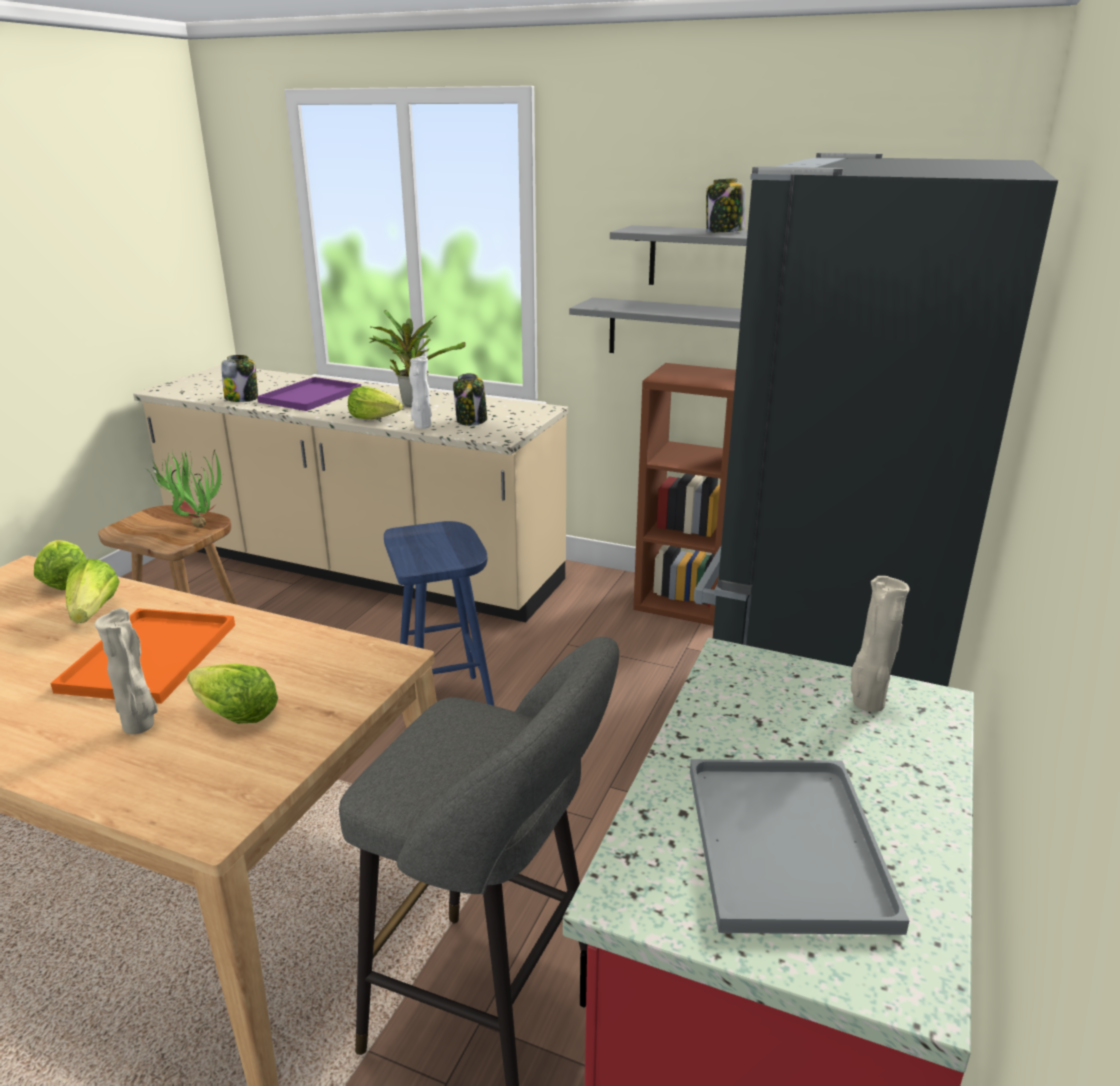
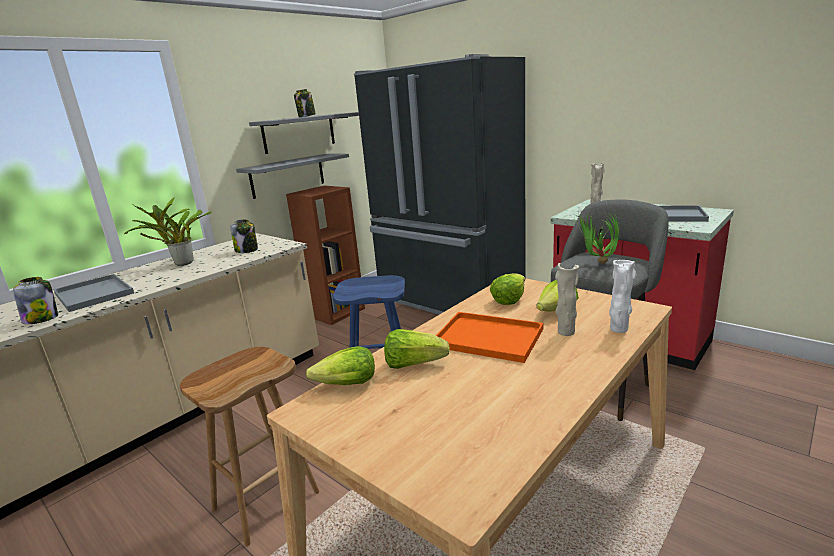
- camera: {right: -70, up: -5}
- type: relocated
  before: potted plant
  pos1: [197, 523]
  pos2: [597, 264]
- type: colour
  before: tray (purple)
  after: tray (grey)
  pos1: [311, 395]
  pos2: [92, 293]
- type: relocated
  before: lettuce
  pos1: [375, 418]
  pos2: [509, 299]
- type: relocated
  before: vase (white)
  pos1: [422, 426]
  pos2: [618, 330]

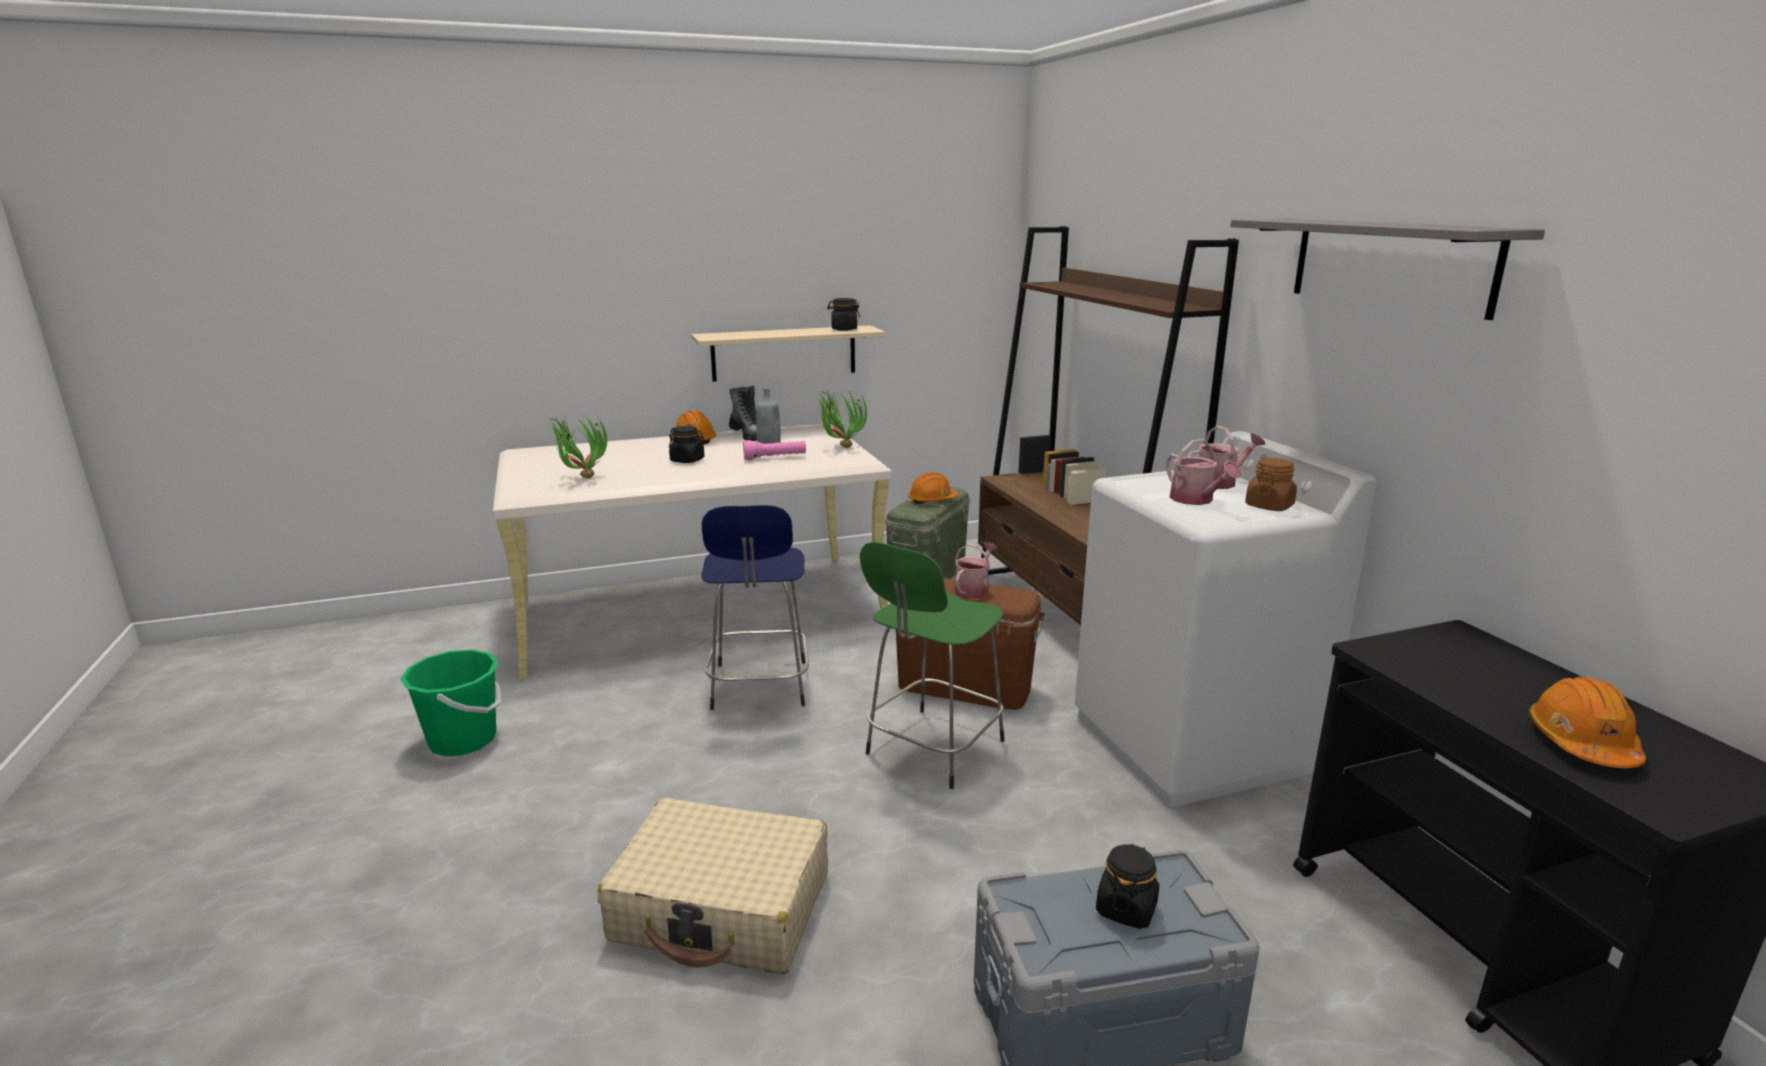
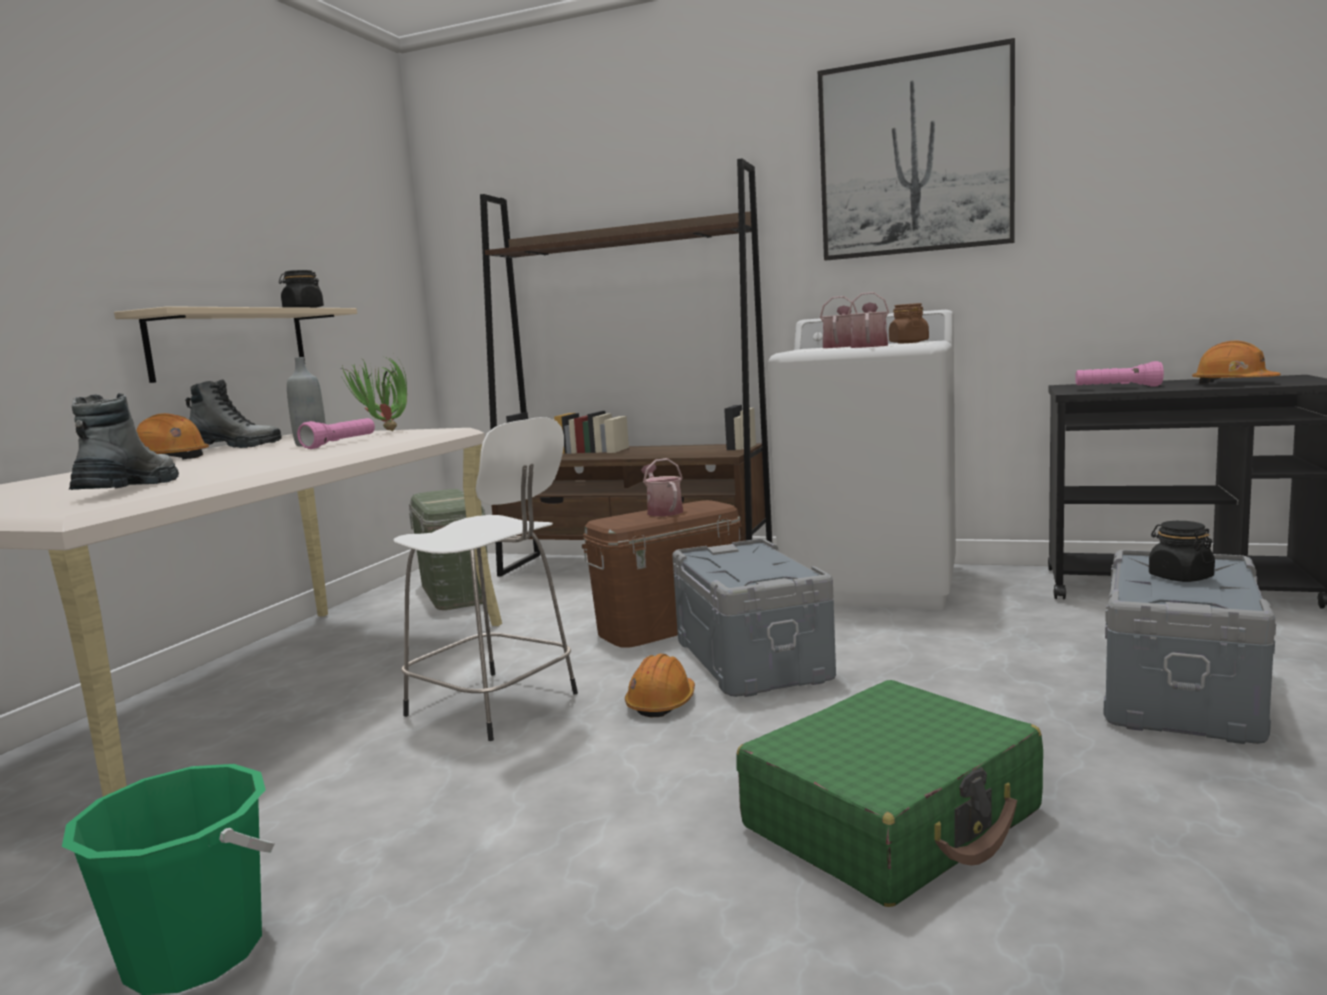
- camera: {right: -50, up: -10}
- type: exchanged
  before: potted plant
  after: boot
  pos1: [580, 479]
  pos2: [128, 489]
- type: colour
  before: suitcase (beige)
  after: suitcase (green)
  pos1: [722, 908]
  pos2: [893, 819]
- type: missing
  before: jar (black)
  pos1: [687, 460]
- type: colour
  before: stool (blue)
  after: stool (white)
  pos1: [759, 687]
  pos2: [496, 706]
- type: exchanged
  before: stool (green)
  after: storage box (grey)
  pos1: [932, 749]
  pos2: [749, 660]
- type: relocated
  before: hard hat (orange)
  pos1: [932, 500]
  pos2: [661, 703]
- type: spun
  before: watering can
  pos1: [1196, 500]
  pos2: [869, 346]
  turn: -90
- type: exchanged
  before: shelf (grey)
  after: picture
  pos1: [1390, 264]
  pos2: [915, 156]
- type: appeared
  after: flashlight (pink)
  pos2: [1117, 388]

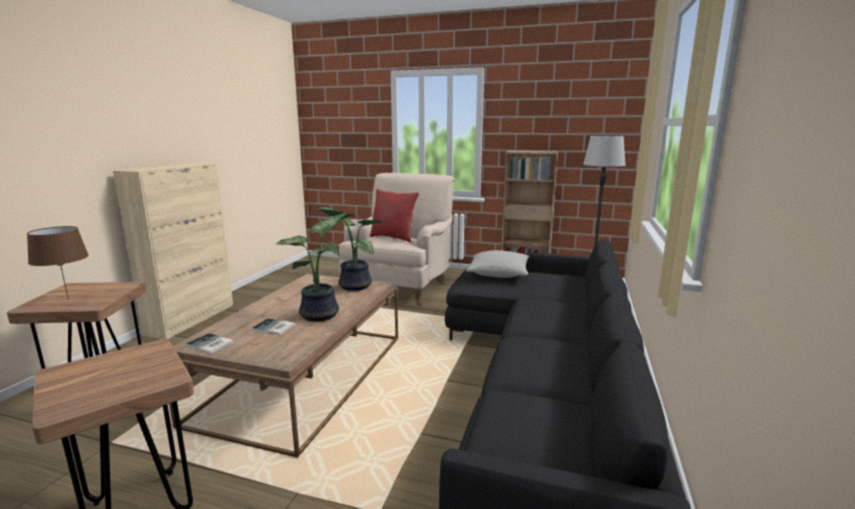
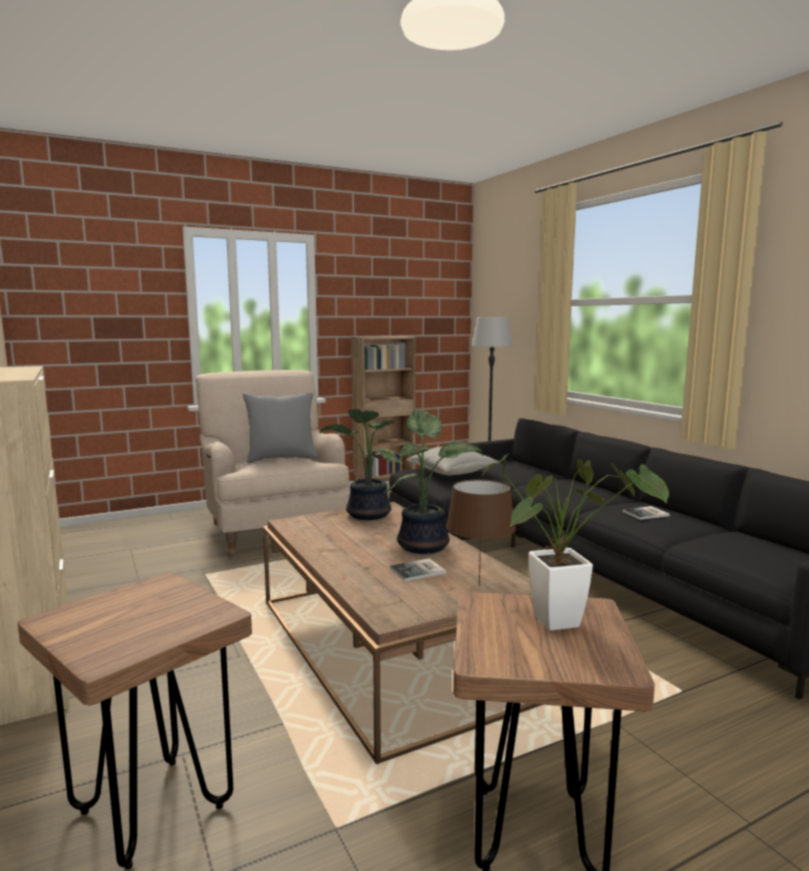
- camera: {right: -45, up: -5}
- type: relocated
  before: table lamp (brown)
  pos1: [67, 300]
  pos2: [480, 586]
- type: relocated
  before: book
  pos1: [209, 344]
  pos2: [647, 514]
- type: colour
  before: pillow (red)
  after: pillow (grey)
  pos1: [393, 238]
  pos2: [282, 459]
- type: appeared
  after: potted plant
  pos2: [567, 621]

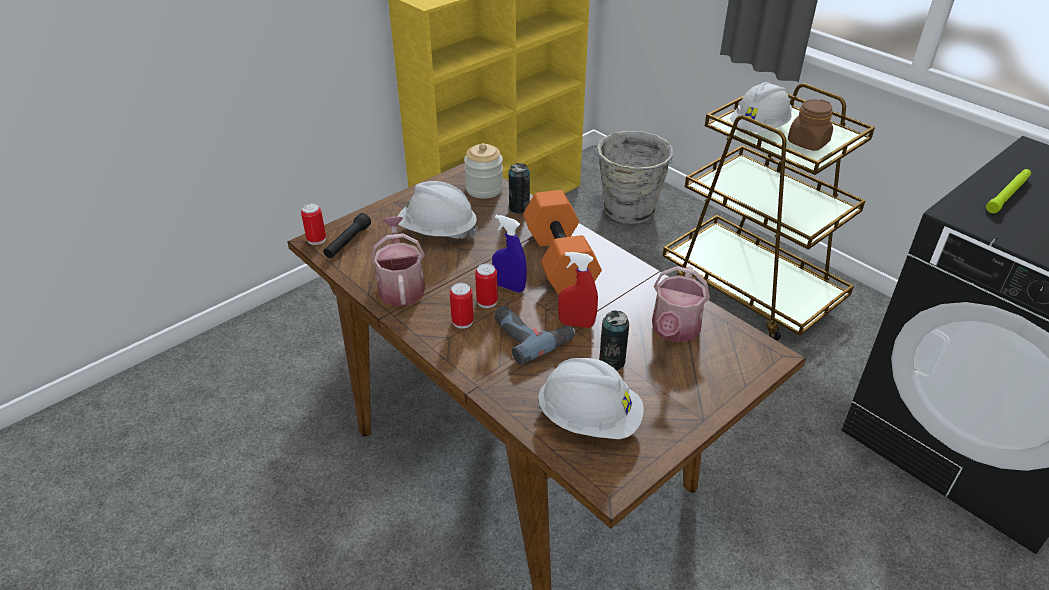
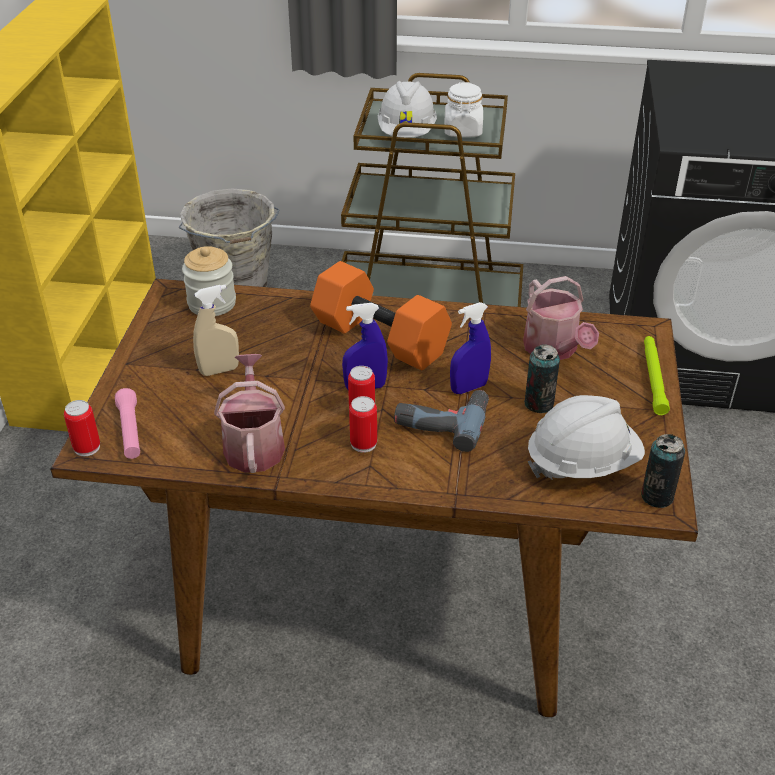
- camera: {right: -40, up: 0}
- type: colour
  before: flashlight (black)
  after: flashlight (pink)
  pos1: [348, 242]
  pos2: [130, 431]
- type: spun
  before: watering can
  pos1: [401, 286]
  pos2: [254, 444]
  turn: 45
- type: exchanged
  before: hard hat (white)
  after: spray bottle (beige)
  pos1: [437, 231]
  pos2: [219, 370]
- type: relocated
  before: can
  pos1: [519, 208]
  pos2: [657, 496]
- type: colour
  before: spray bottle (red)
  after: spray bottle (blue)
  pos1: [576, 324]
  pos2: [468, 388]
- type: colour
  before: jar (brown)
  after: jar (white)
  pos1: [808, 142]
  pos2: [463, 131]
- type: relocated
  before: flashlight (green)
  pos1: [1008, 194]
  pos2: [653, 377]

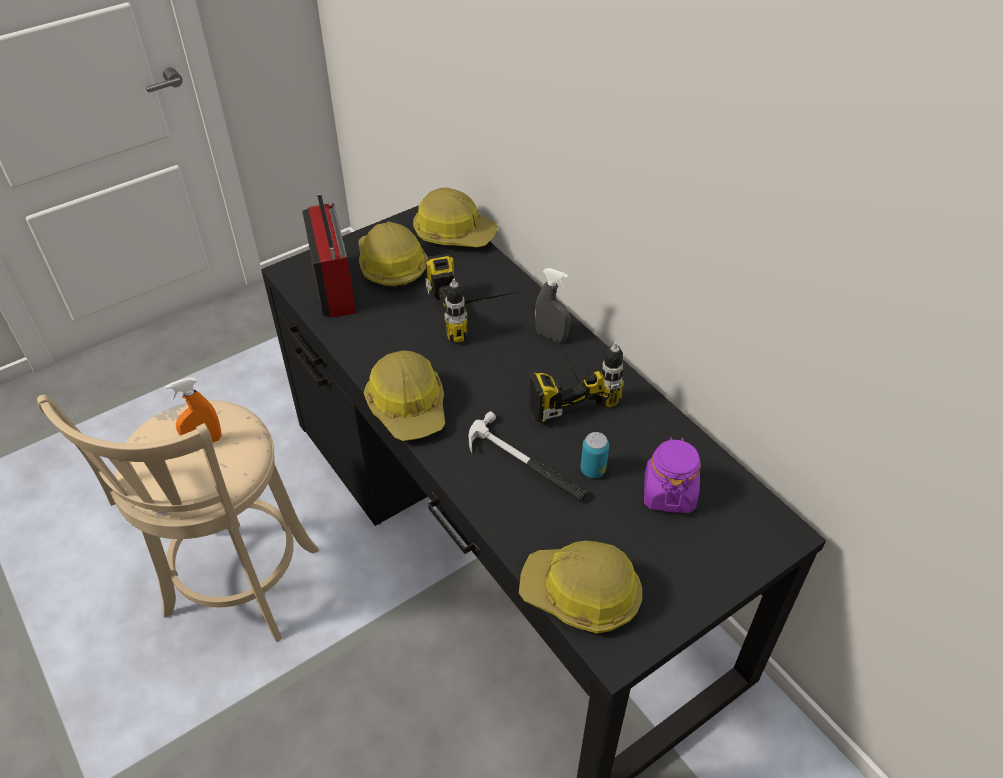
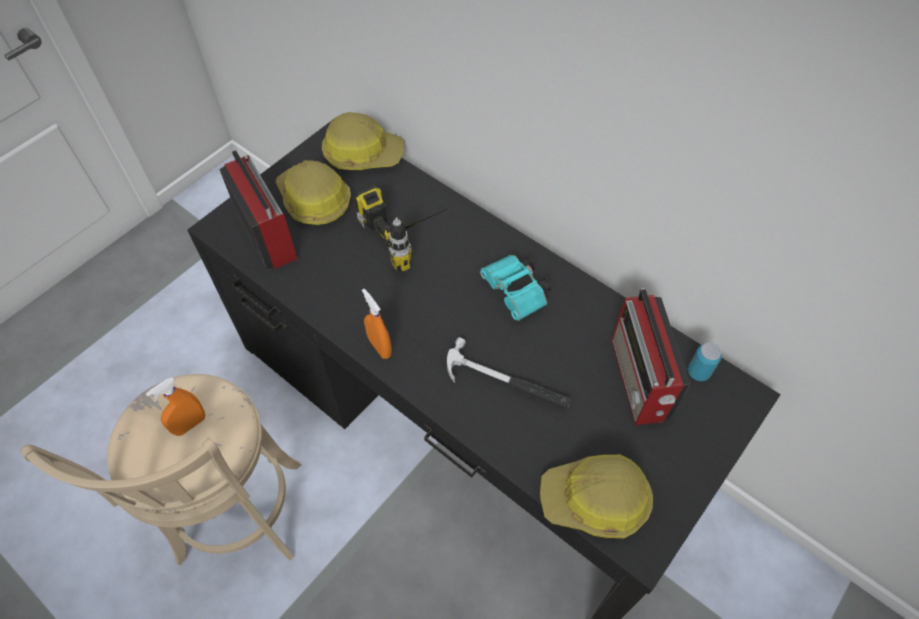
- camera: {right: -15, up: 10}
- type: exchanged
  before: hard hat
  after: spray bottle (orange)
  pos1: [408, 406]
  pos2: [380, 347]
- type: exchanged
  before: power drill
  after: binoculars (turquoise)
  pos1: [566, 386]
  pos2: [517, 294]
- type: missing
  before: spray bottle (grey)
  pos1: [551, 336]
- type: relocated
  before: can
  pos1: [593, 470]
  pos2: [698, 372]
- type: exchanged
  before: jar (purple)
  after: radio
  pos1: [669, 493]
  pos2: [639, 381]

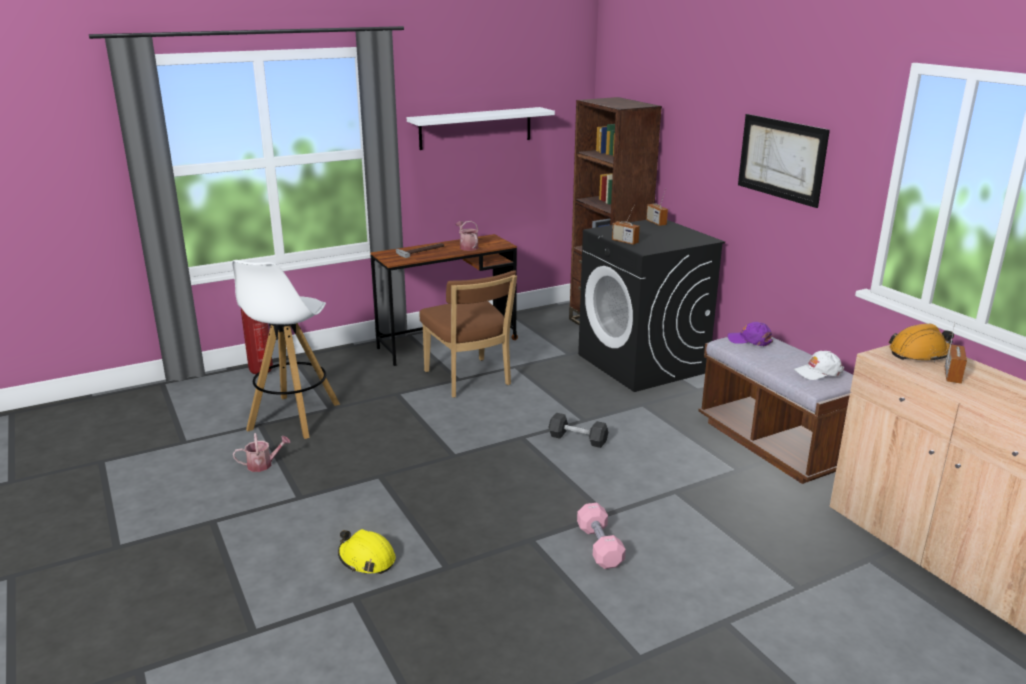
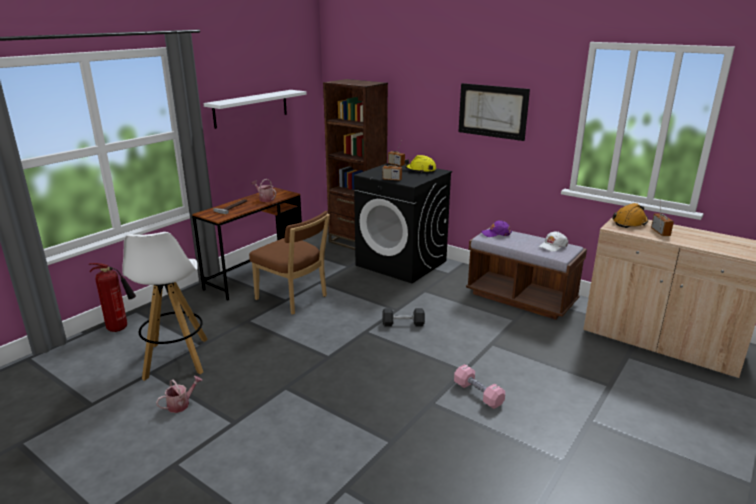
- camera: {right: -25, up: 0}
- type: relocated
  before: hard hat (yellow)
  pos1: [366, 559]
  pos2: [421, 170]

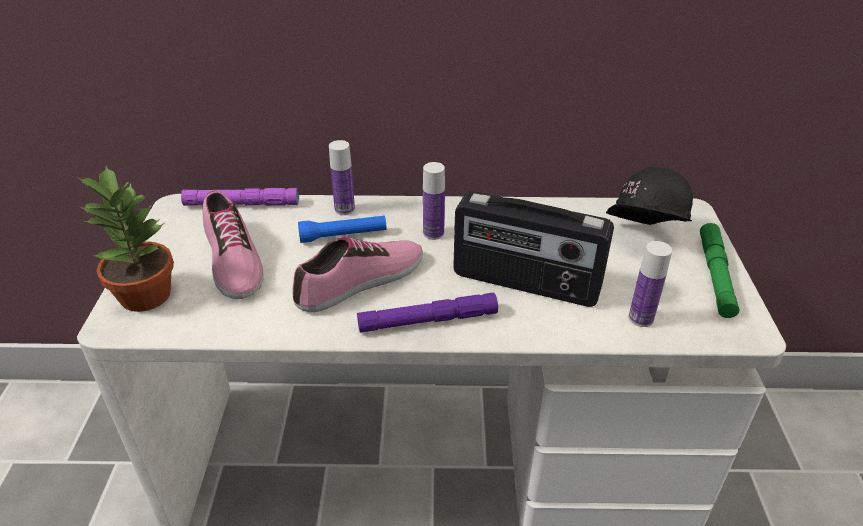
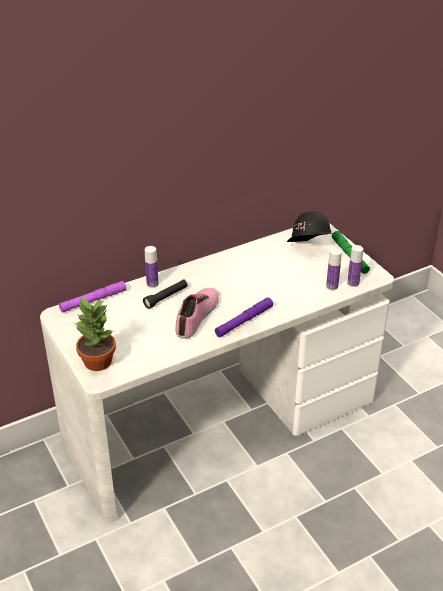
- camera: {right: -30, up: 0}
- type: missing
  before: shoe
  pos1: [231, 259]
- type: colour
  before: flashlight (blue)
  after: flashlight (black)
  pos1: [343, 236]
  pos2: [166, 297]
- type: relocated
  before: bottle
  pos1: [433, 233]
  pos2: [353, 283]
- type: missing
  before: radio
  pos1: [525, 283]

